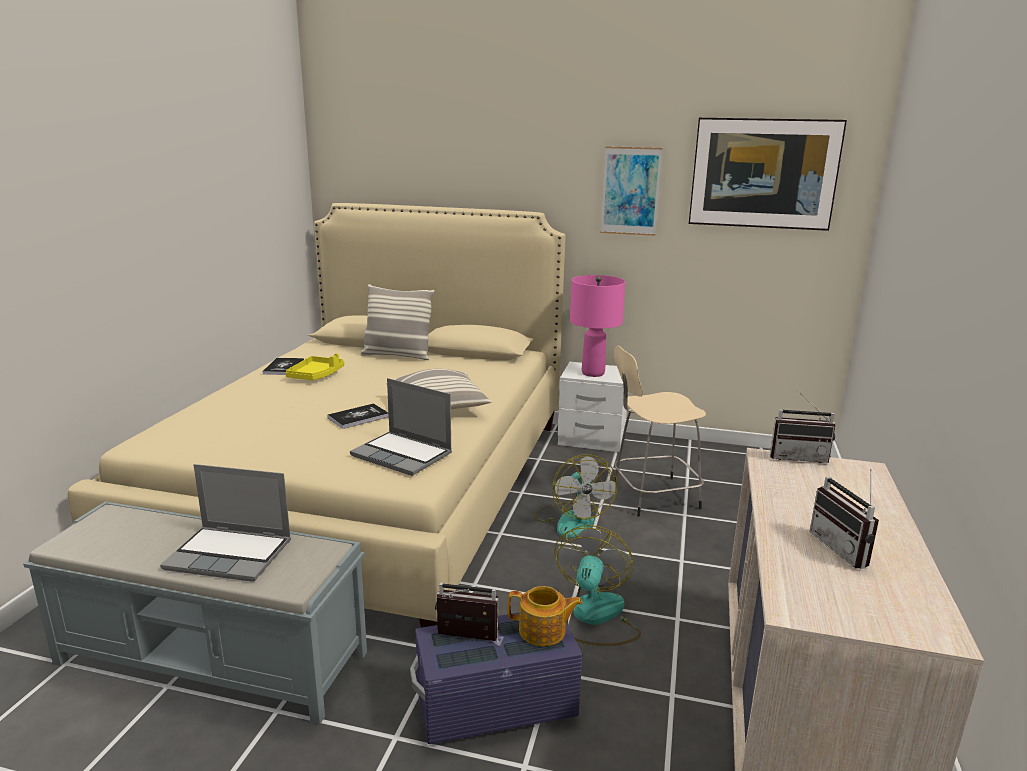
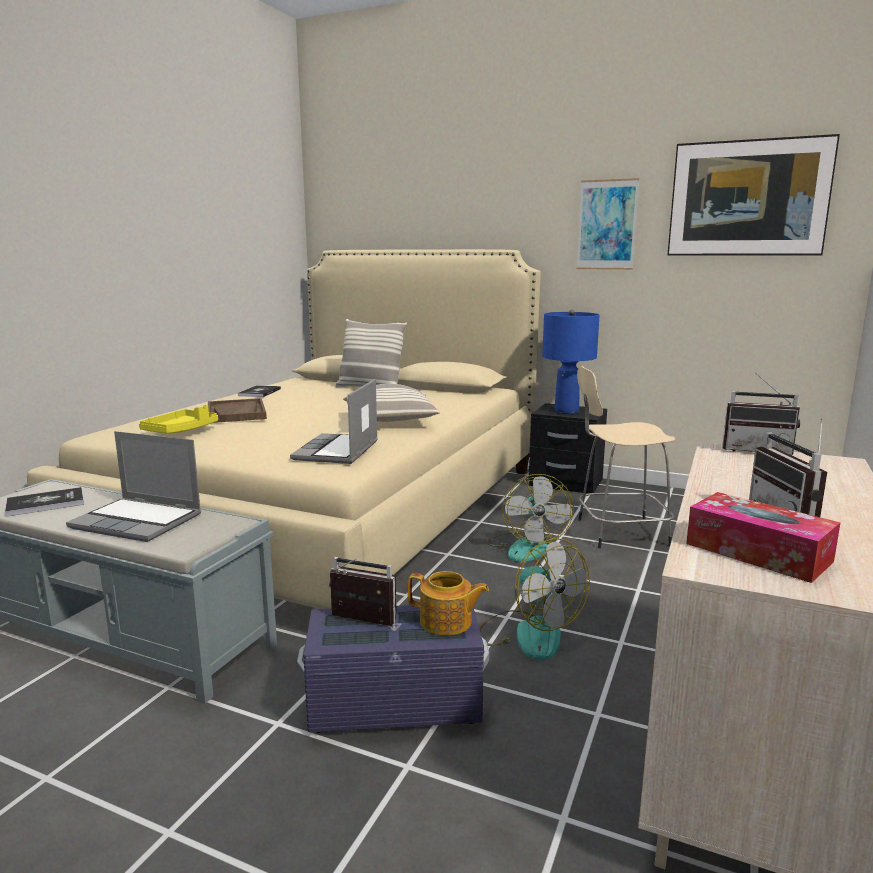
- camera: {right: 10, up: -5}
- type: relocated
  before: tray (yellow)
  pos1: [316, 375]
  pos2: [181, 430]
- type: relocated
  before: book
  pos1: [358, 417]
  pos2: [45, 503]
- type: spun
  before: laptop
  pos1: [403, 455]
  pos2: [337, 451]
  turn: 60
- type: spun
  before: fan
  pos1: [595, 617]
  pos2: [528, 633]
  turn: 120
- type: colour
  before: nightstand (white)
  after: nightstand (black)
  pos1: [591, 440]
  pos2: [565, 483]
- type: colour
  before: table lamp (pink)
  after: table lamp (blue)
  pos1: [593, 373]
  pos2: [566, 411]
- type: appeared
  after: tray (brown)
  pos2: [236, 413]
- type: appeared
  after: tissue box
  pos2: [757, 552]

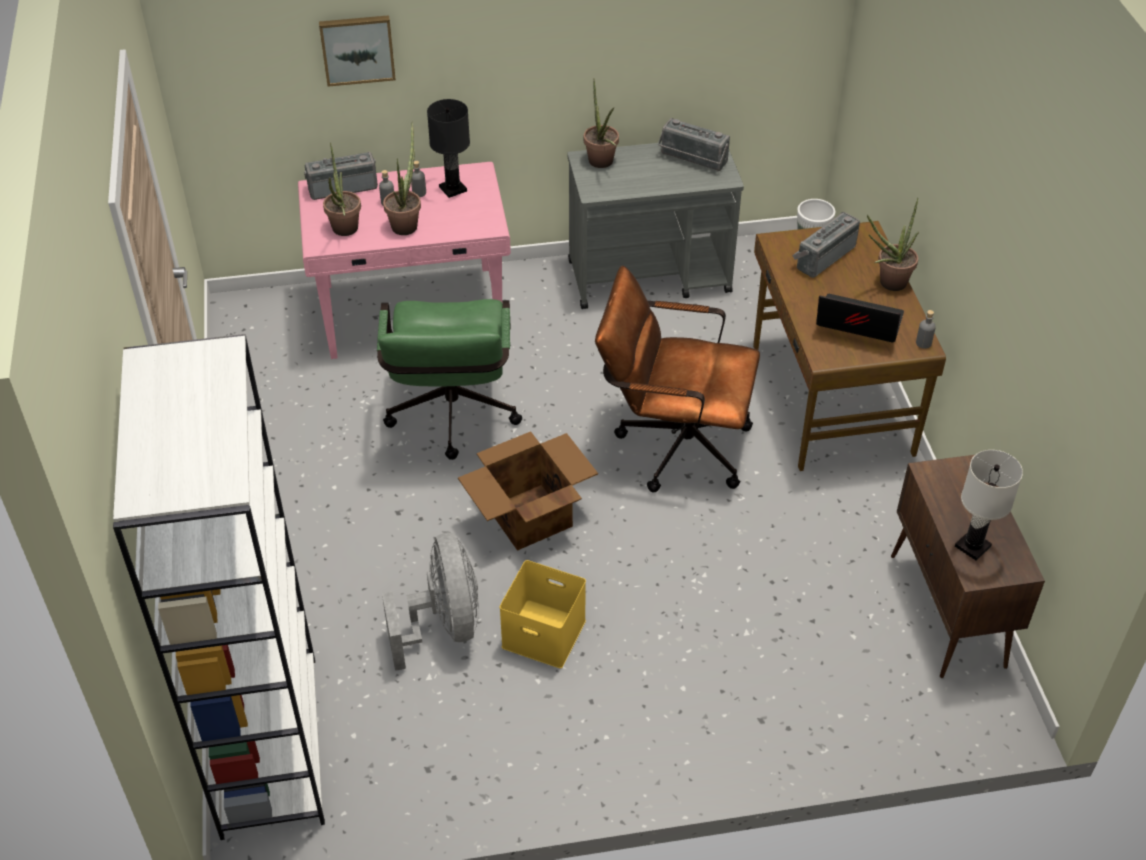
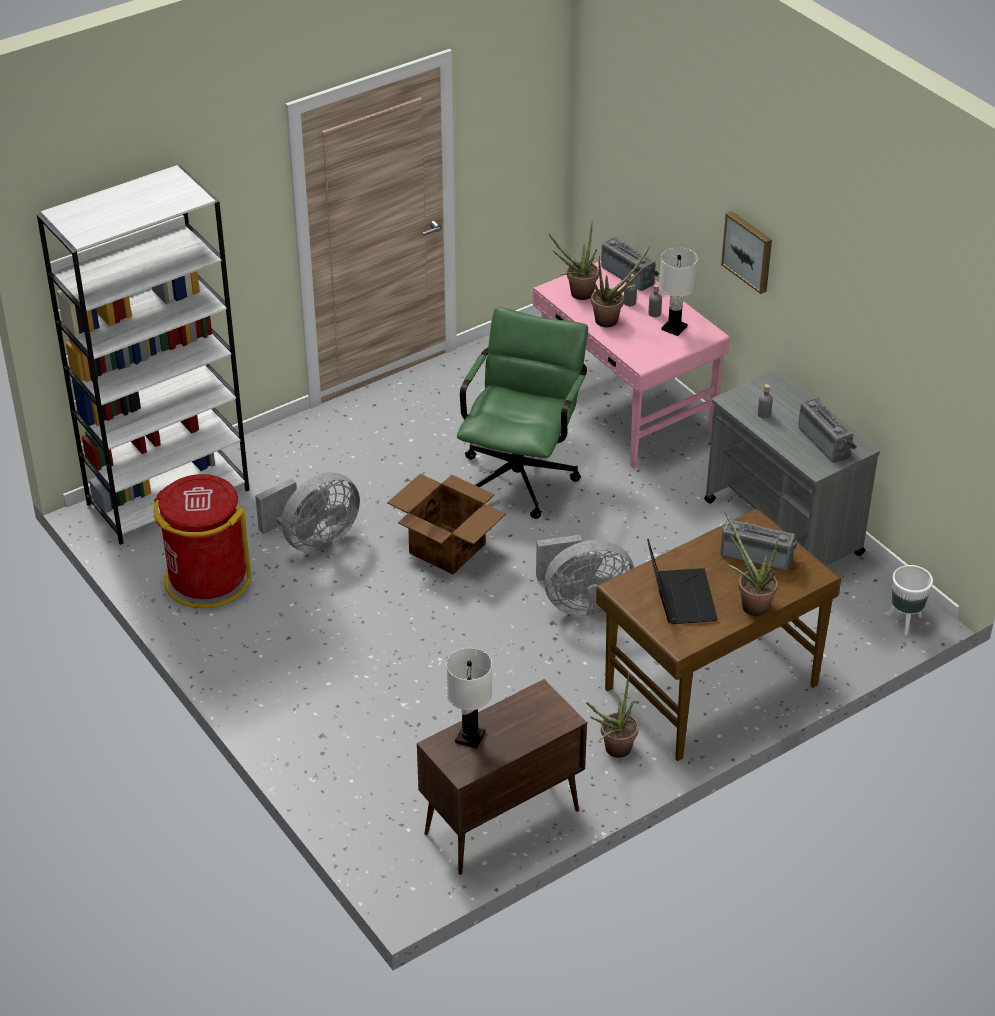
- camera: {right: 65, up: -5}
- type: relocated
  before: picture
  pos1: [357, 49]
  pos2: [749, 251]
- type: spun
  before: office chair (green)
  pos1: [452, 420]
  pos2: [521, 473]
  turn: 135
- type: colour
  before: table lamp (black)
  after: table lamp (white)
  pos1: [452, 189]
  pos2: [674, 328]
- type: missing
  before: storage box (yellow)
  pos1: [541, 634]
- type: relocated
  before: potted plant
  pos1: [602, 164]
  pos2: [613, 751]
- type: exchanged
  before: office chair (brown)
  after: fan (grey)
  pos1: [672, 444]
  pos2: [582, 603]
- type: spun
  before: radio
  pos1: [692, 160]
  pos2: [827, 441]
  turn: 150
- type: relocated
  before: bottle (grey)
  pos1: [923, 343]
  pos2: [764, 414]
- type: appeared
  after: trash can (red)
  pos2: [206, 579]

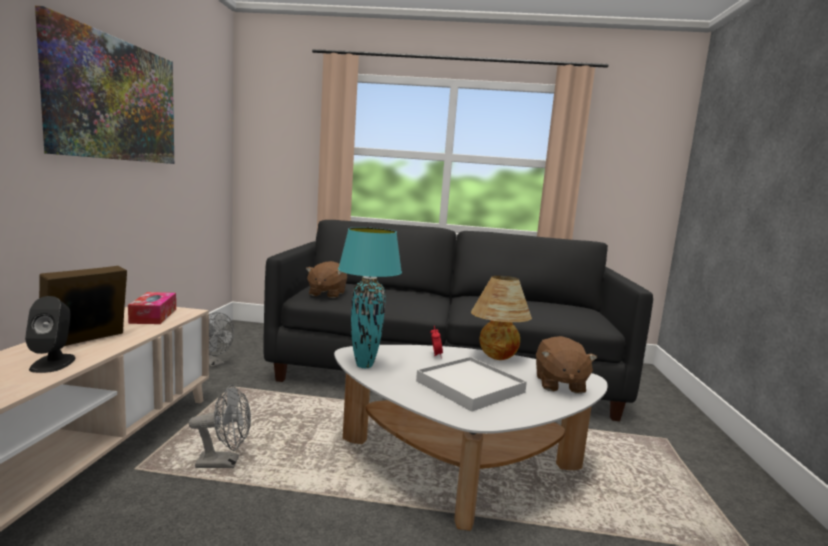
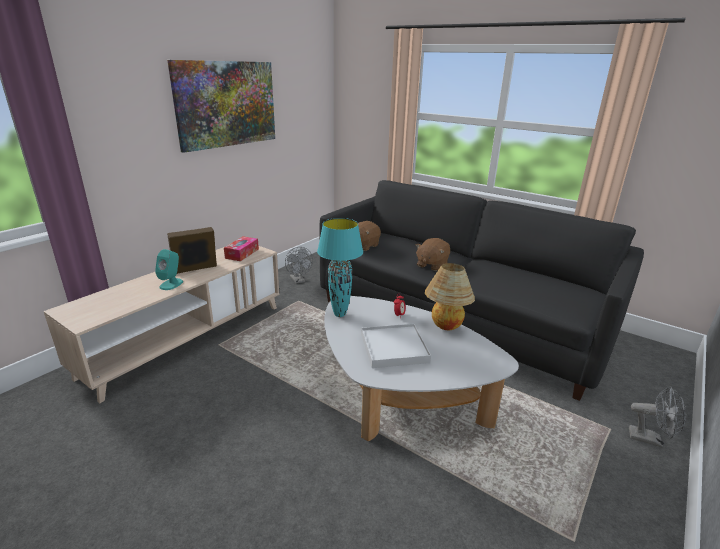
- camera: {right: 30, up: 15}
- type: colour
  before: speaker (black)
  after: speaker (turquoise)
  pos1: [53, 363]
  pos2: [171, 284]
- type: relocated
  before: fan (grey)
  pos1: [224, 462]
  pos2: [650, 439]
- type: relocated
  before: plush toy (brown)
  pos1: [559, 384]
  pos2: [431, 265]

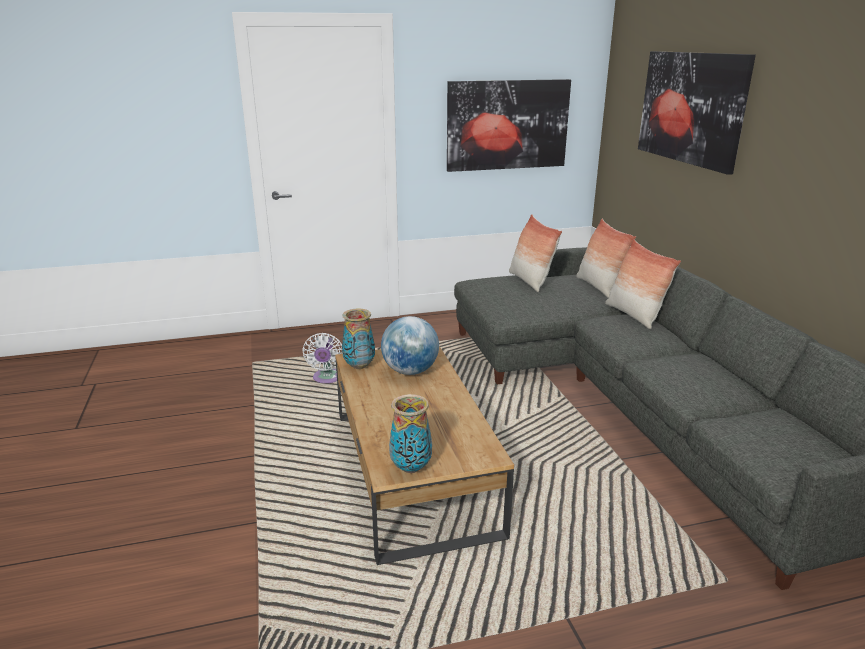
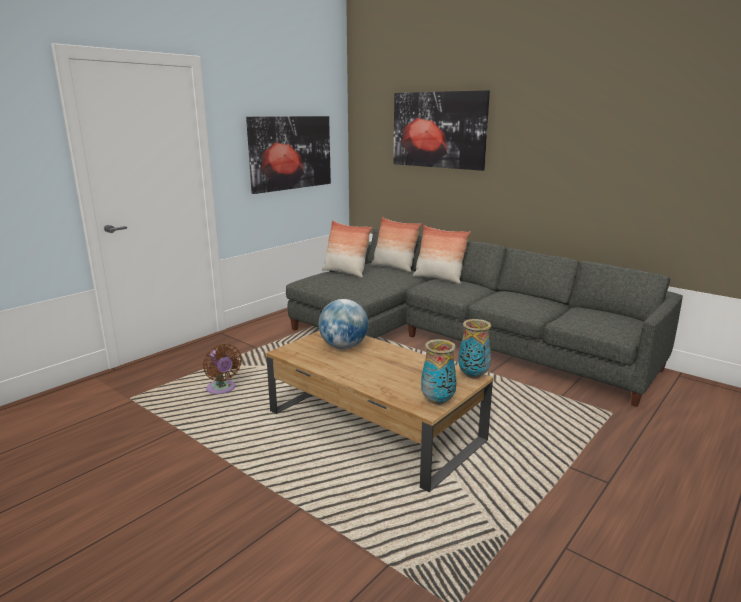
- camera: {right: -35, up: -5}
- type: colour
  before: fan (white)
  after: fan (brown)
  pos1: [327, 379]
  pos2: [222, 389]
- type: relocated
  before: vase
  pos1: [359, 366]
  pos2: [473, 375]

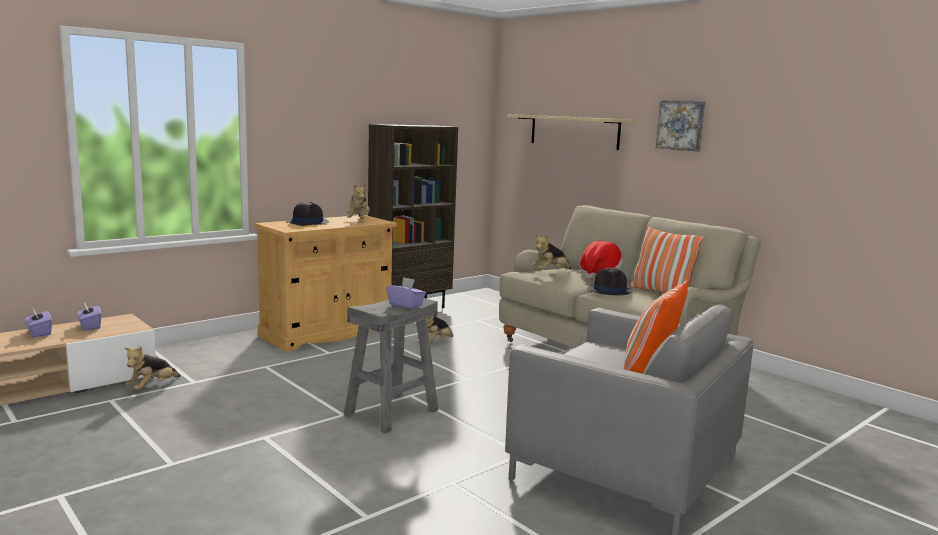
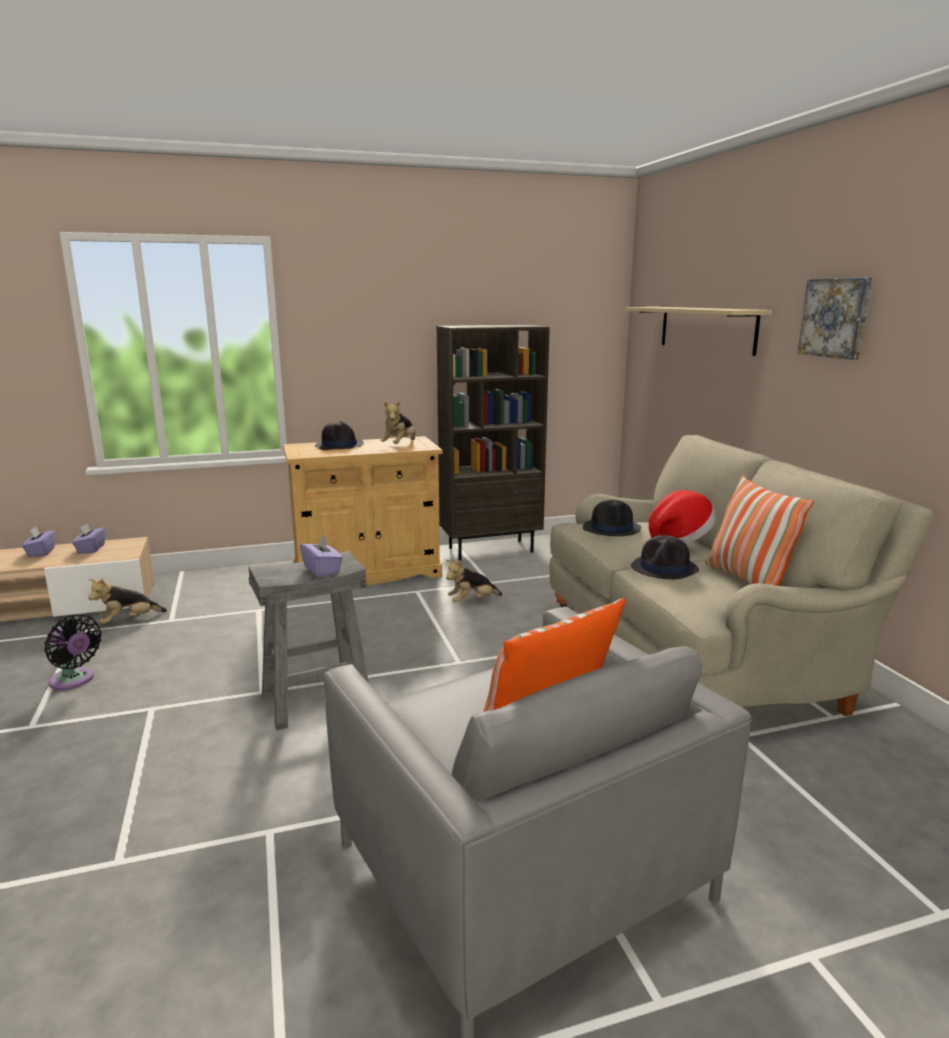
- camera: {right: 25, up: 5}
- type: exchanged
  before: plush toy
  after: hat (black)
  pos1: [550, 272]
  pos2: [612, 528]
- type: appeared
  after: fan (black)
  pos2: [74, 681]

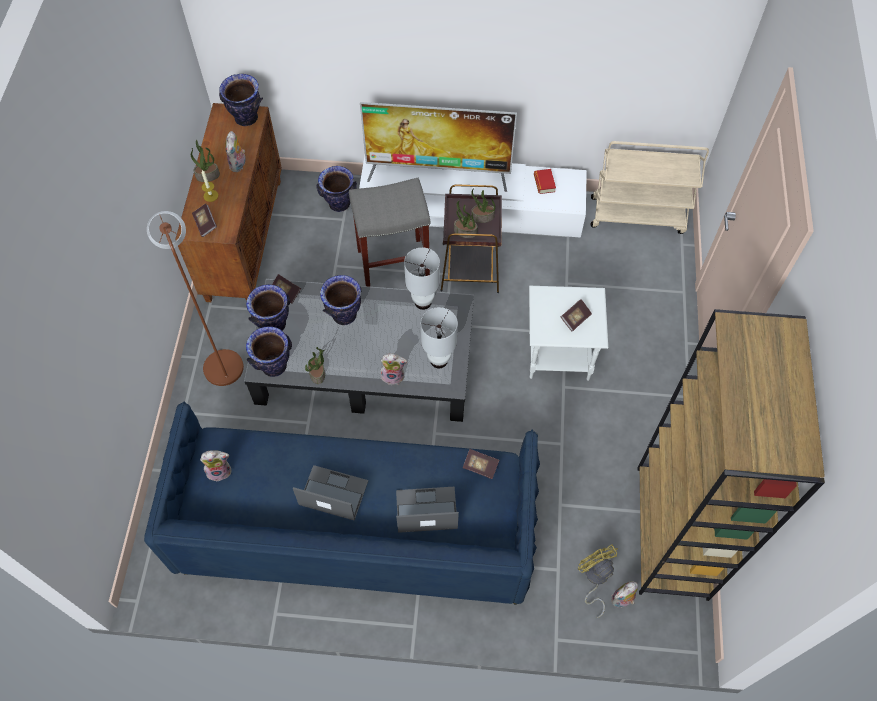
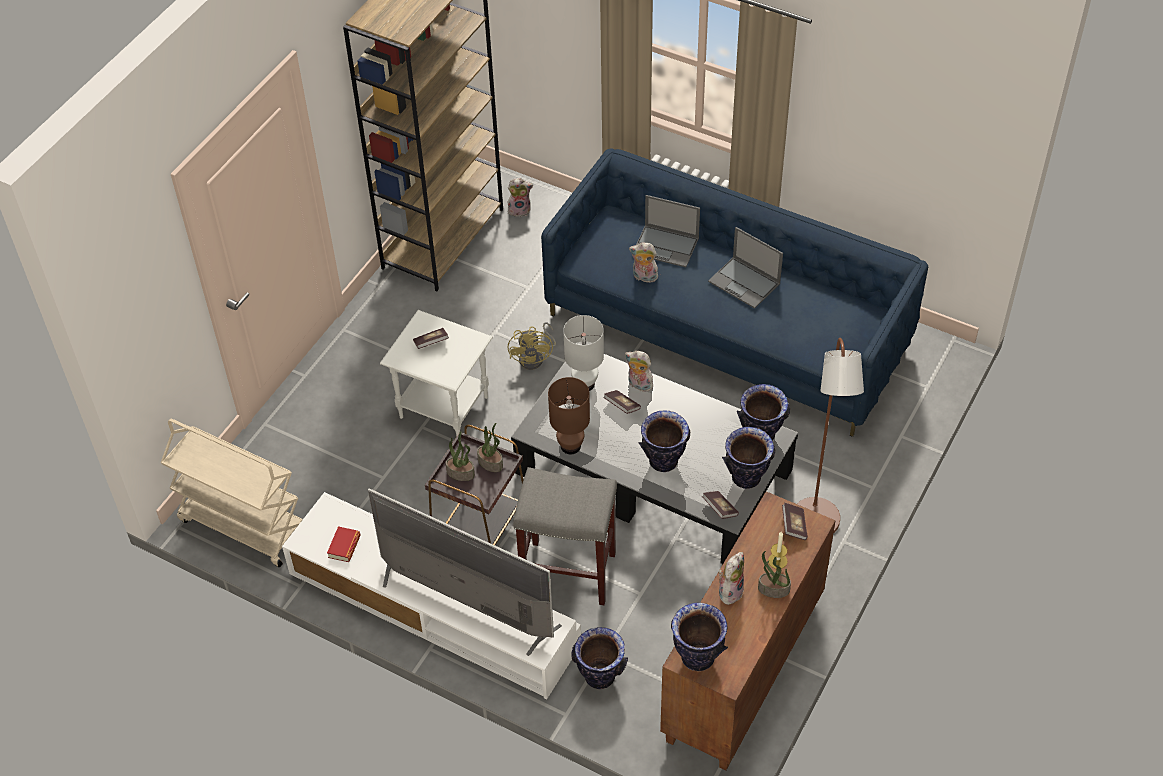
- camera: {right: -155, up: -10}
- type: relocated
  before: plush toy
  pos1: [220, 471]
  pos2: [644, 277]
- type: missing
  before: potted plant
  pos1: [317, 373]
- type: colour
  before: table lamp (white)
  after: table lamp (brown)
  pos1: [422, 302]
  pos2: [571, 446]
- type: relocated
  before: book
  pos1: [480, 466]
  pos2: [622, 406]
- type: relocated
  before: fan (yellow)
  pos1: [595, 578]
  pos2: [535, 357]

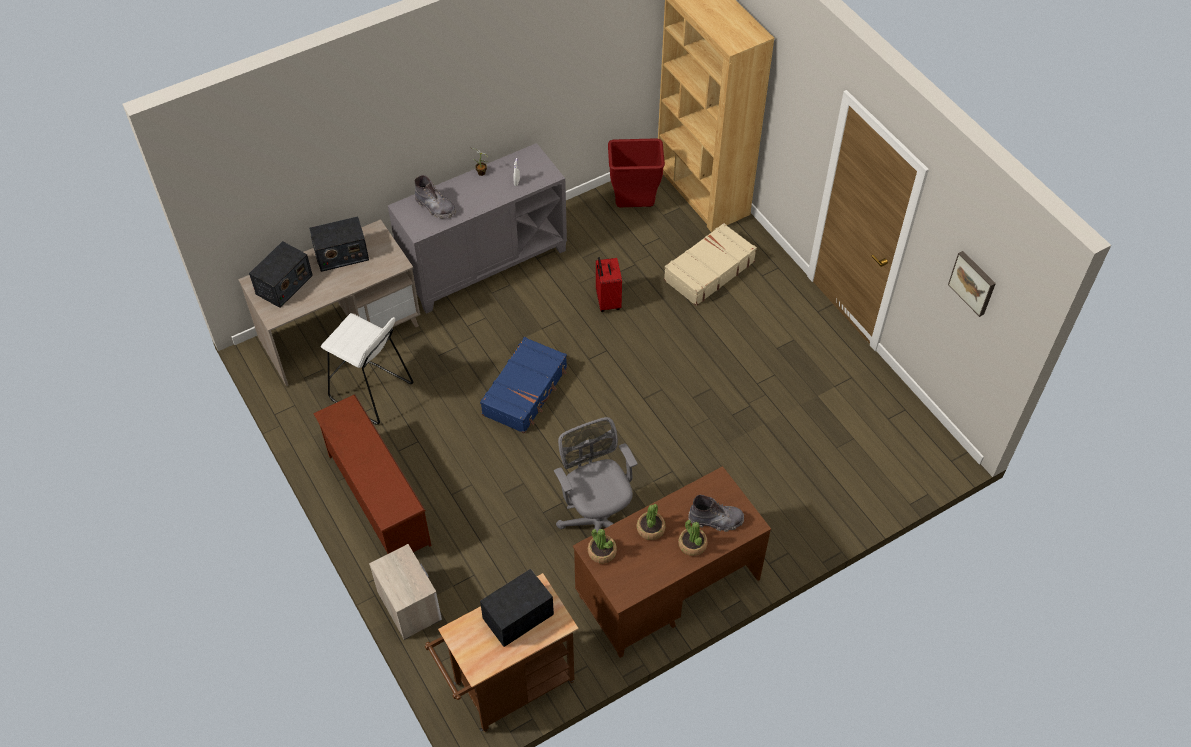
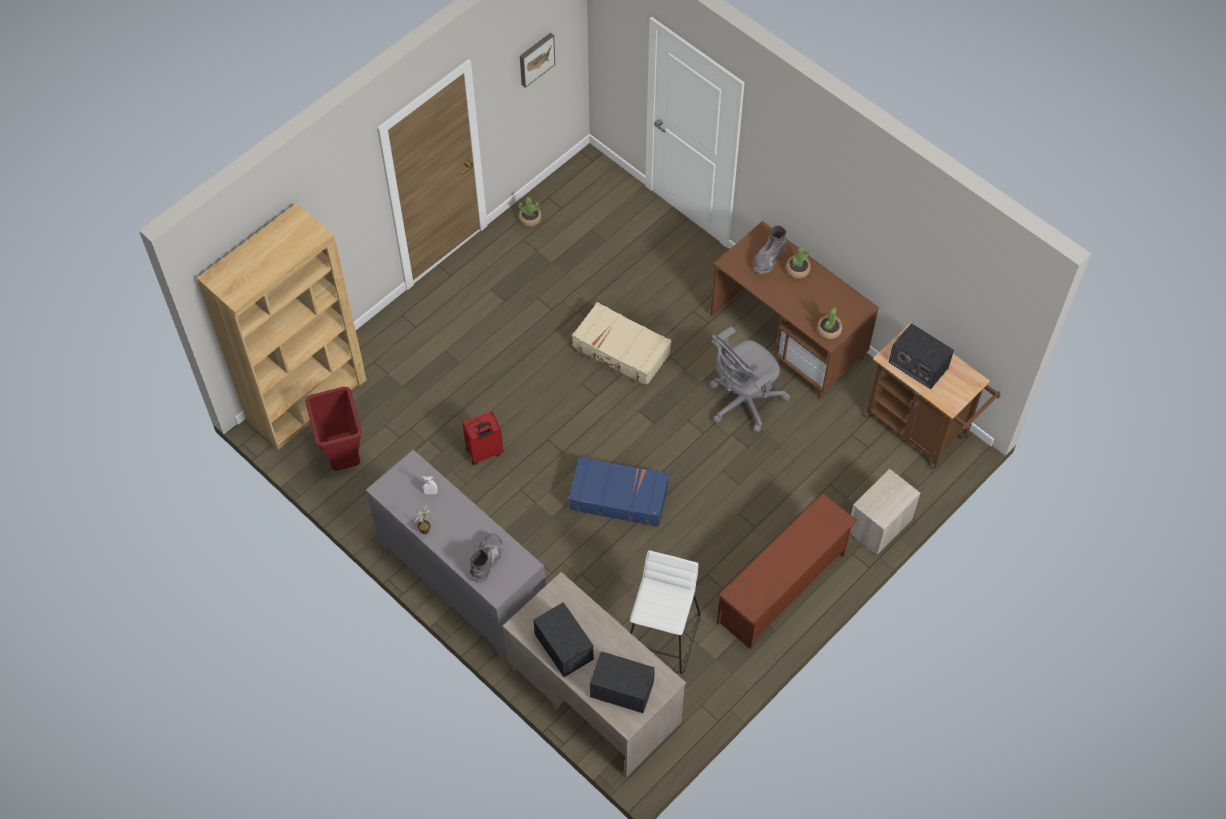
- camera: {right: -105, up: 5}
- type: relocated
  before: potted plant
  pos1: [650, 529]
  pos2: [530, 218]
- type: relocated
  before: suitcase (beige)
  pos1: [708, 271]
  pos2: [621, 351]
- type: spun
  before: boot (grey)
  pos1: [716, 520]
  pos2: [768, 258]
  turn: -135

